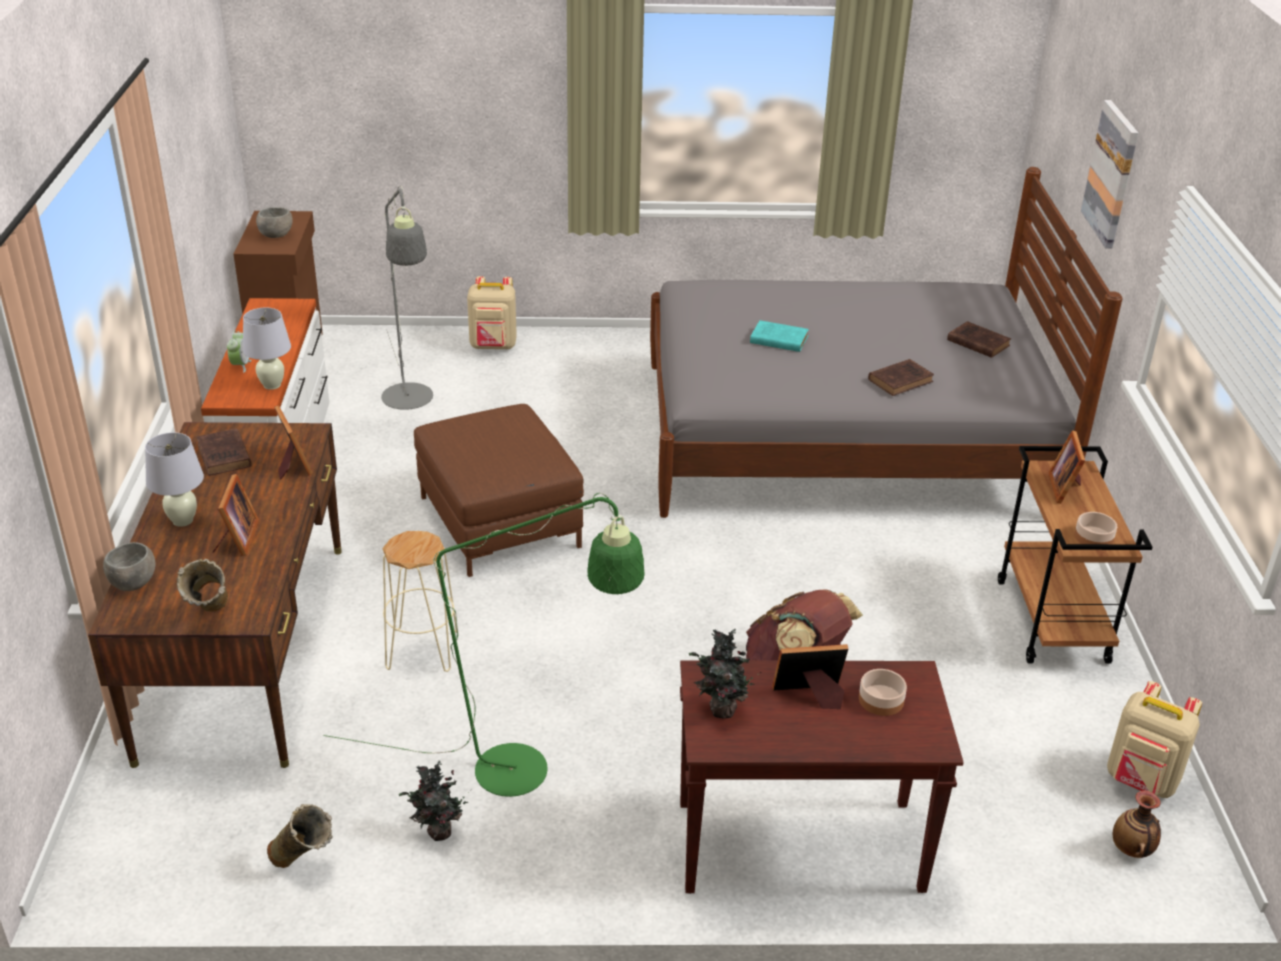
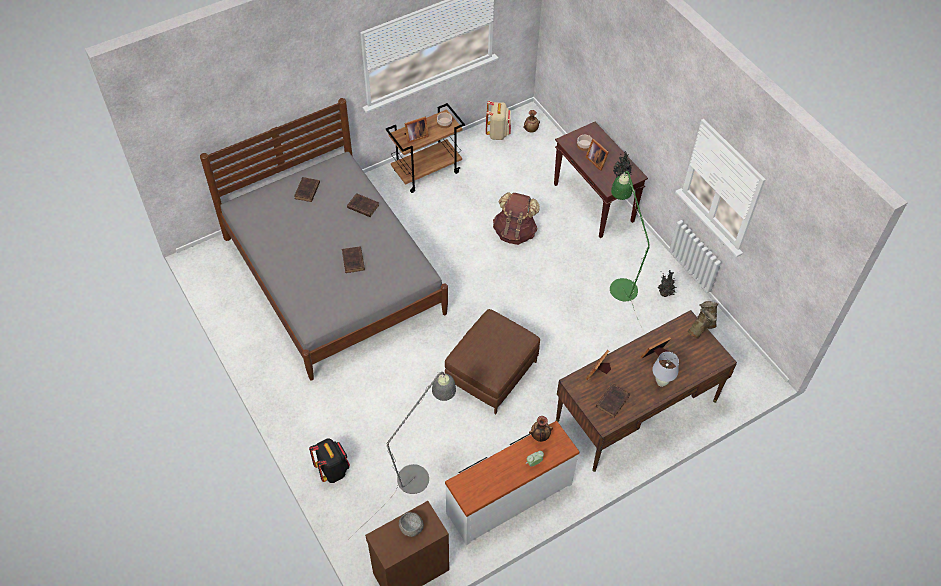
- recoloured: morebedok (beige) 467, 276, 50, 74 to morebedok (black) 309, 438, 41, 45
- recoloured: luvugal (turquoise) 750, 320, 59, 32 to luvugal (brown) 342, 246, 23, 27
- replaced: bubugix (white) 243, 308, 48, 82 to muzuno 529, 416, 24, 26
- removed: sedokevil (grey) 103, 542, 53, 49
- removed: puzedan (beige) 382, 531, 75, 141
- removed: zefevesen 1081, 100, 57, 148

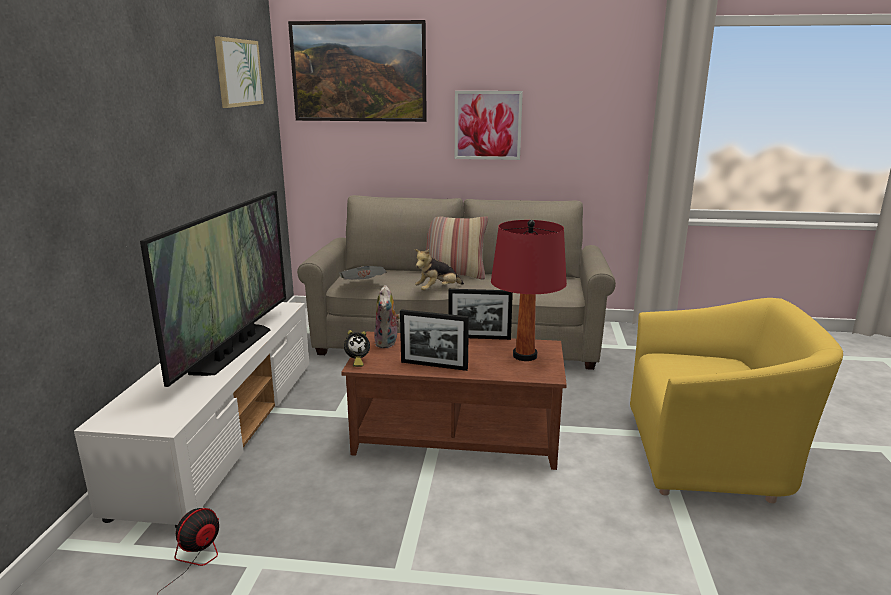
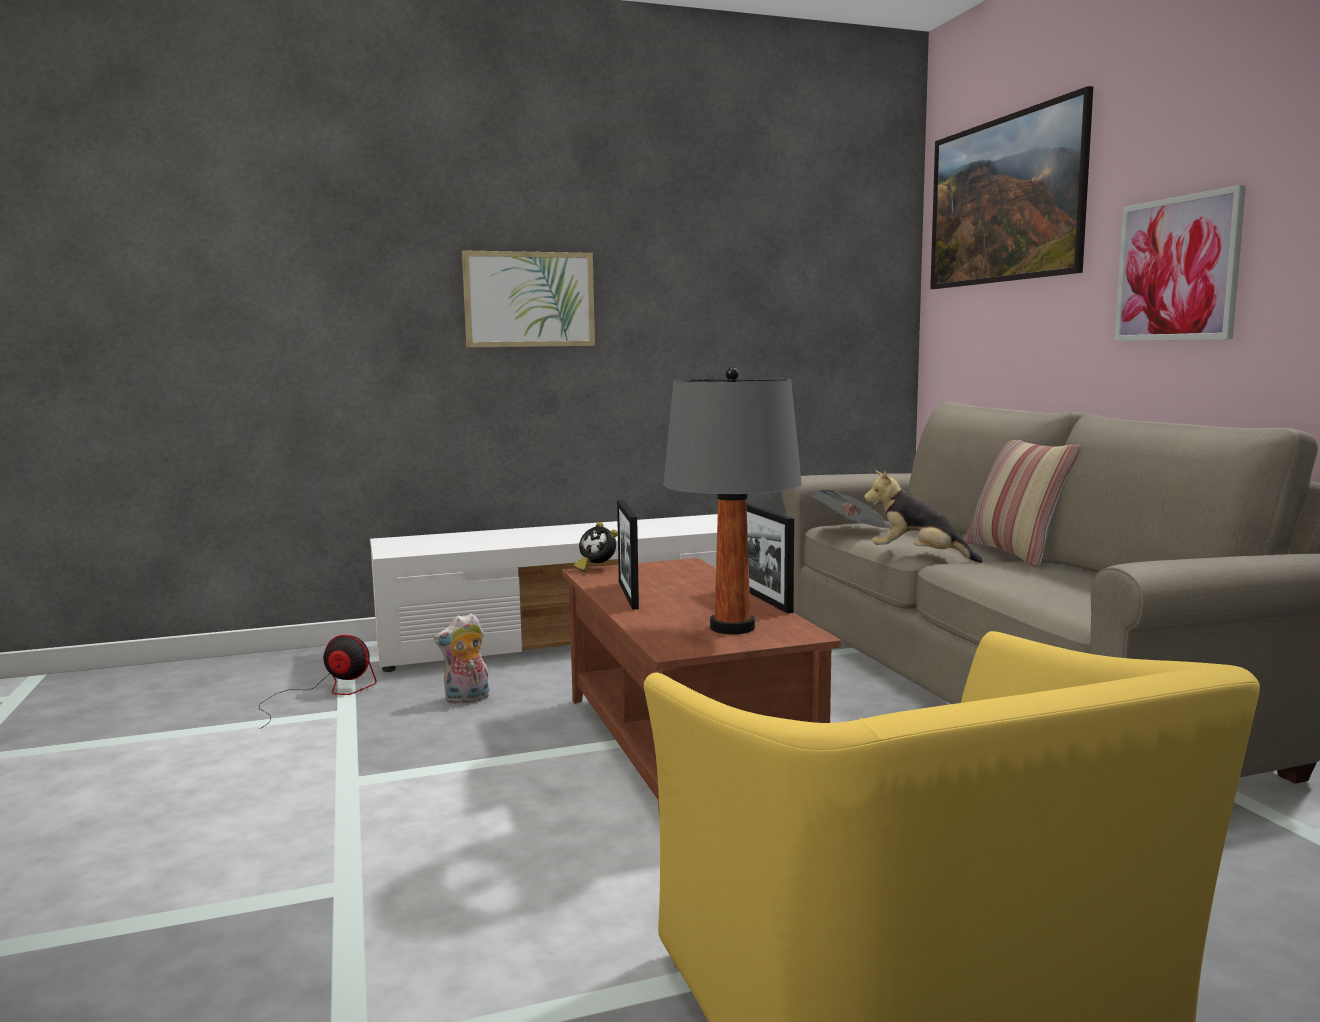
- moved: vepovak 374, 285, 26, 63 to 434, 613, 56, 91
- moved: zefevesen 214, 37, 50, 71 to 462, 250, 133, 98
- recoloured: bubugix (red) 491, 220, 76, 141 to bubugix (grey) 663, 367, 139, 267
- removed: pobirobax 140, 191, 146, 196

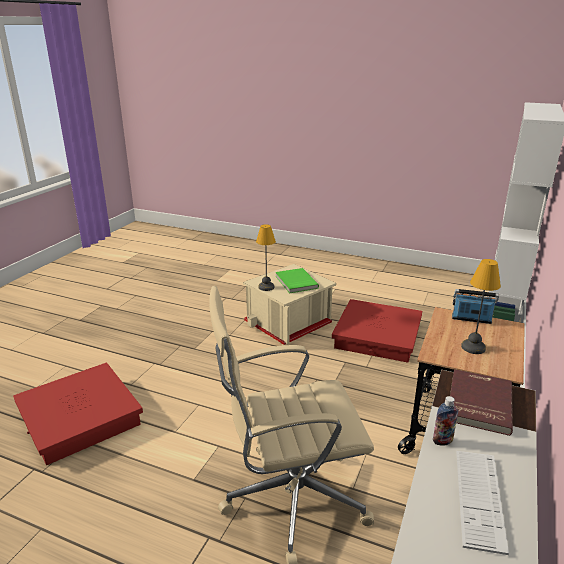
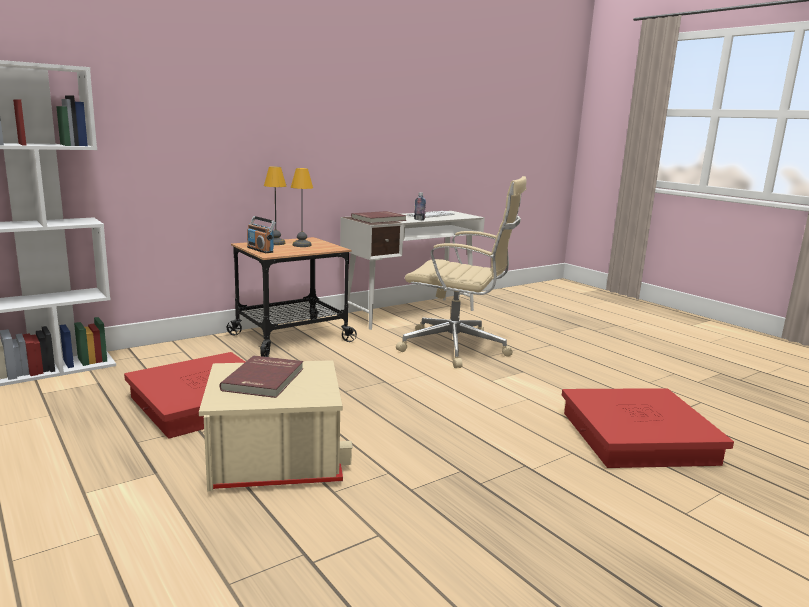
- recoloured: luvugal (green) 275, 268, 44, 25 to luvugal (red) 220, 355, 83, 43
- moved: bubugix 256, 224, 20, 67 to 264, 167, 23, 78

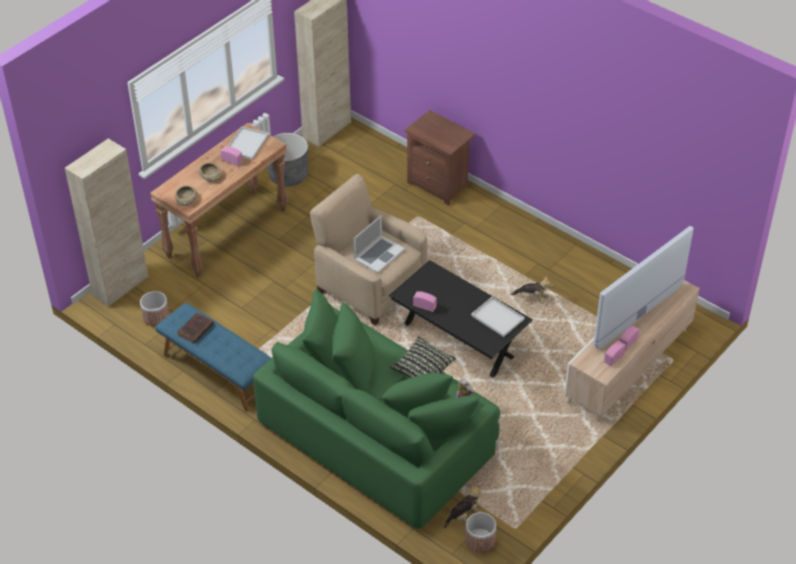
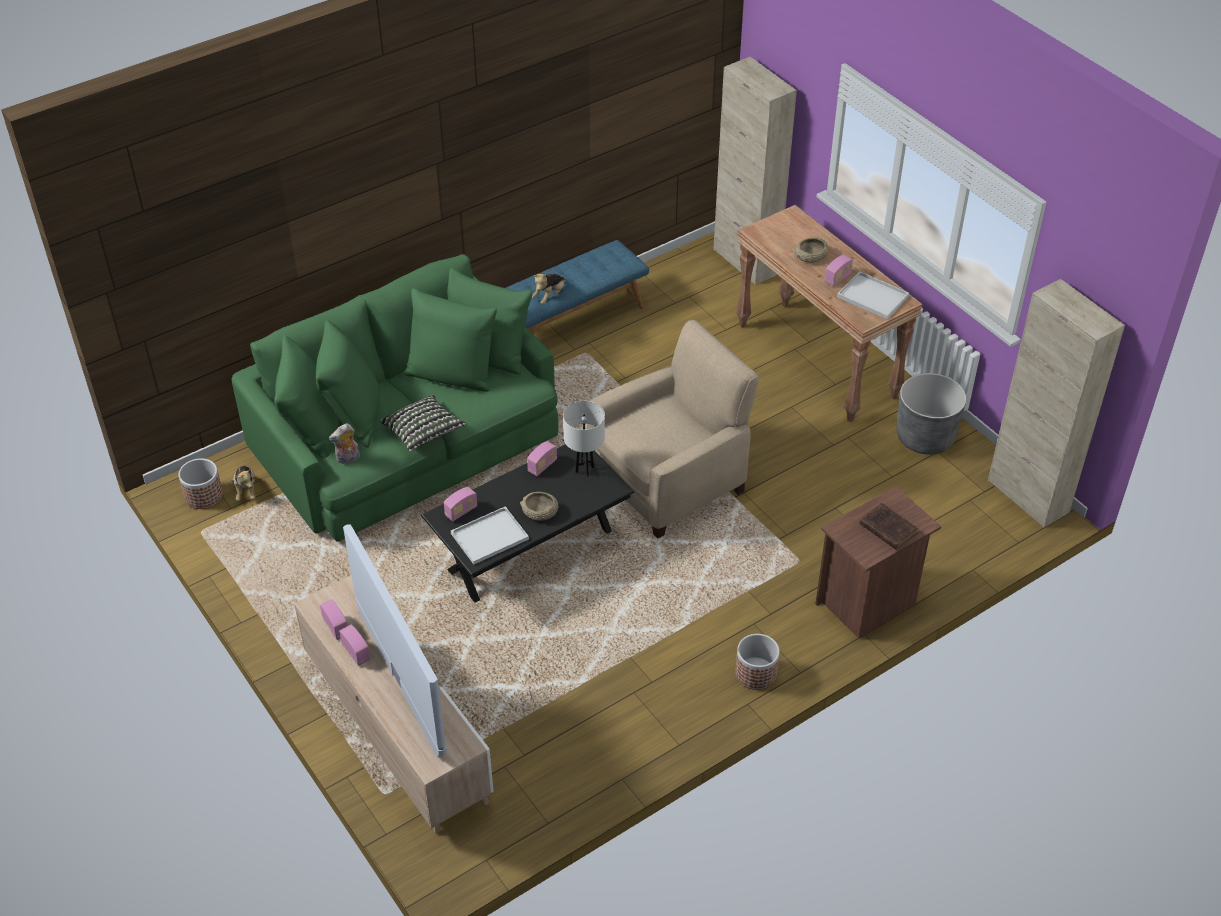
- added: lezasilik 444, 487, 33, 35
- moved: sedokevil (beige) 175, 186, 22, 20 to 520, 492, 39, 29
- moved: vepovak 511, 276, 42, 28 to 532, 274, 34, 30
- added: bubugix (white) 563, 401, 42, 76
- moved: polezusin 140, 291, 29, 36 to 735, 634, 45, 56
- moved: luvugal (brown) 177, 313, 37, 31 to 860, 503, 58, 47
- removed: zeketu 353, 215, 52, 58

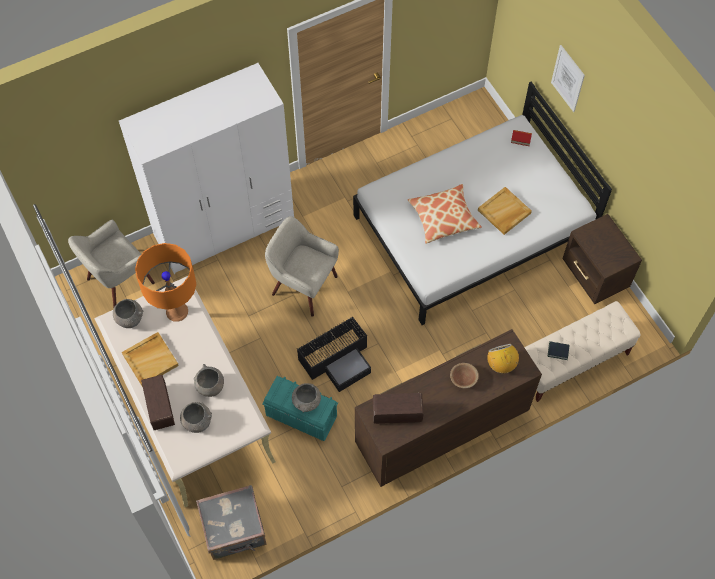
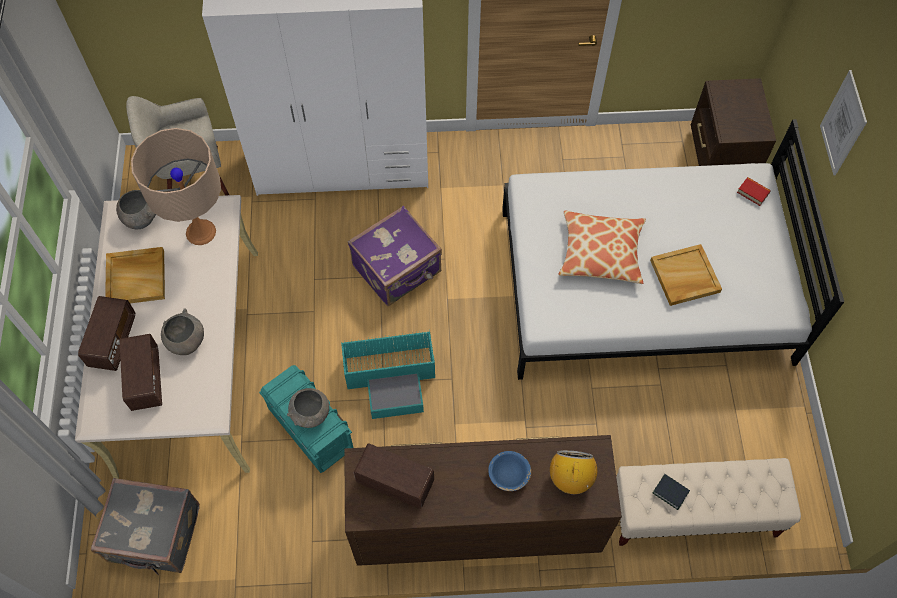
- replaced: sedokevil (grey) 180, 402, 32, 31 to lezasilik 120, 334, 42, 77
- recoloured: bubugix (orange) 135, 243, 61, 79 to bubugix (beige) 131, 128, 90, 117
- recoloured: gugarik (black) 297, 316, 74, 76 to gugarik (turquoise) 341, 330, 94, 89
- replaced: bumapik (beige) 265, 216, 74, 101 to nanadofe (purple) 348, 206, 94, 100
- recoloured: sedokevil (brown) 450, 363, 29, 25 to sedokevil (blue) 488, 451, 43, 40
- moved: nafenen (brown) 562, 214, 80, 90 to 691, 78, 85, 88

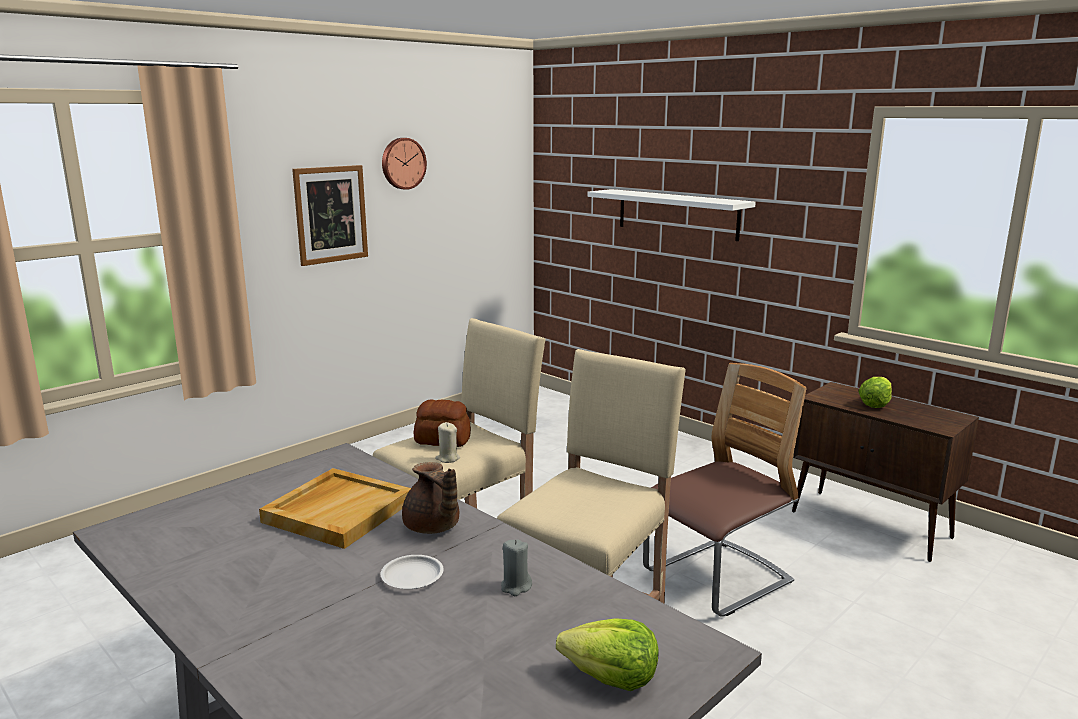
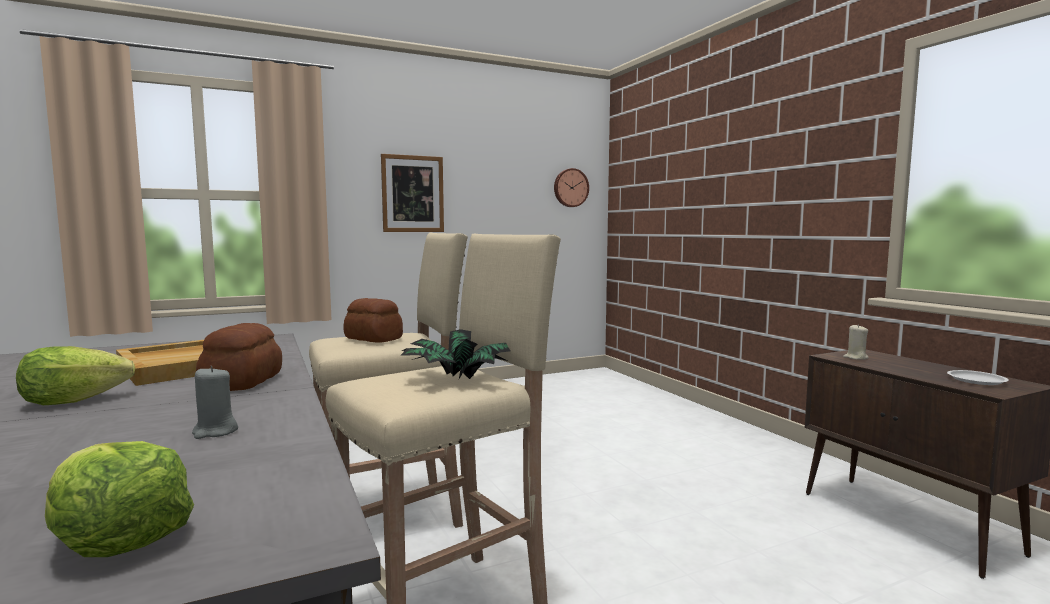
- moved: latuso 858, 377, 34, 31 to 16, 346, 119, 59
- replaced: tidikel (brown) 402, 462, 57, 72 to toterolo 196, 323, 86, 68
- added: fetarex 400, 329, 110, 50
- moved: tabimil 382, 138, 45, 52 to 554, 168, 35, 39
- moved: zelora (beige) 435, 422, 25, 41 to 843, 324, 25, 36
- moved: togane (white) 381, 555, 63, 34 to 947, 370, 62, 15
- removed: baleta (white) 587, 189, 169, 52
- removed: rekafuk 643, 363, 164, 254

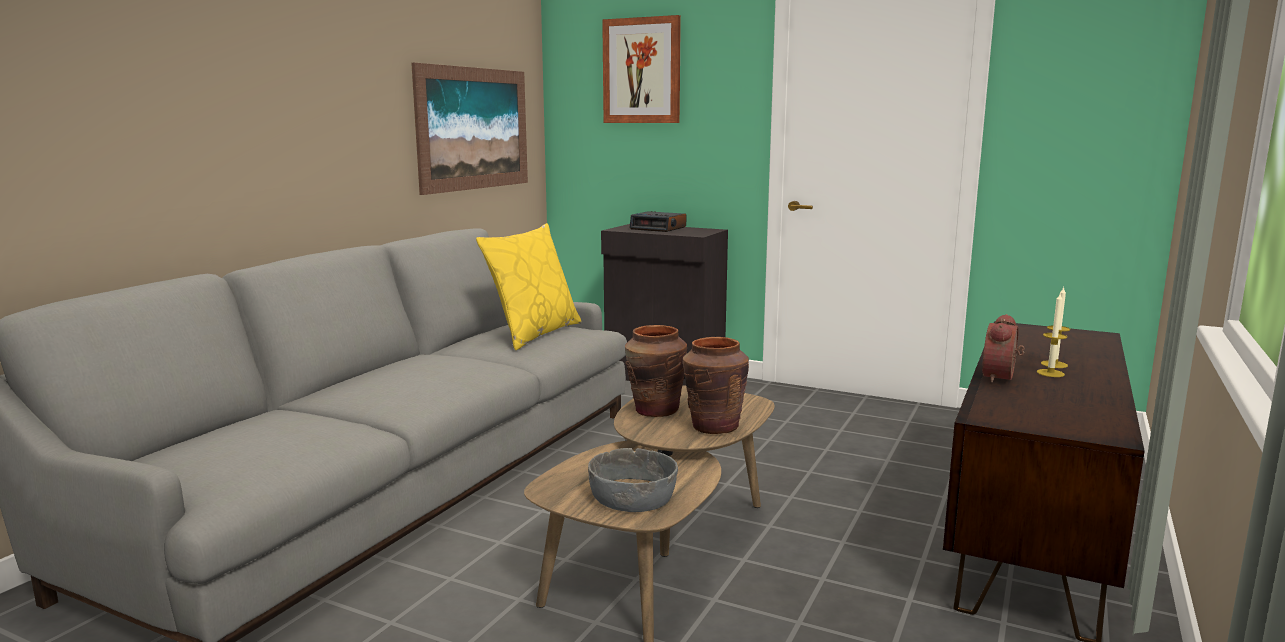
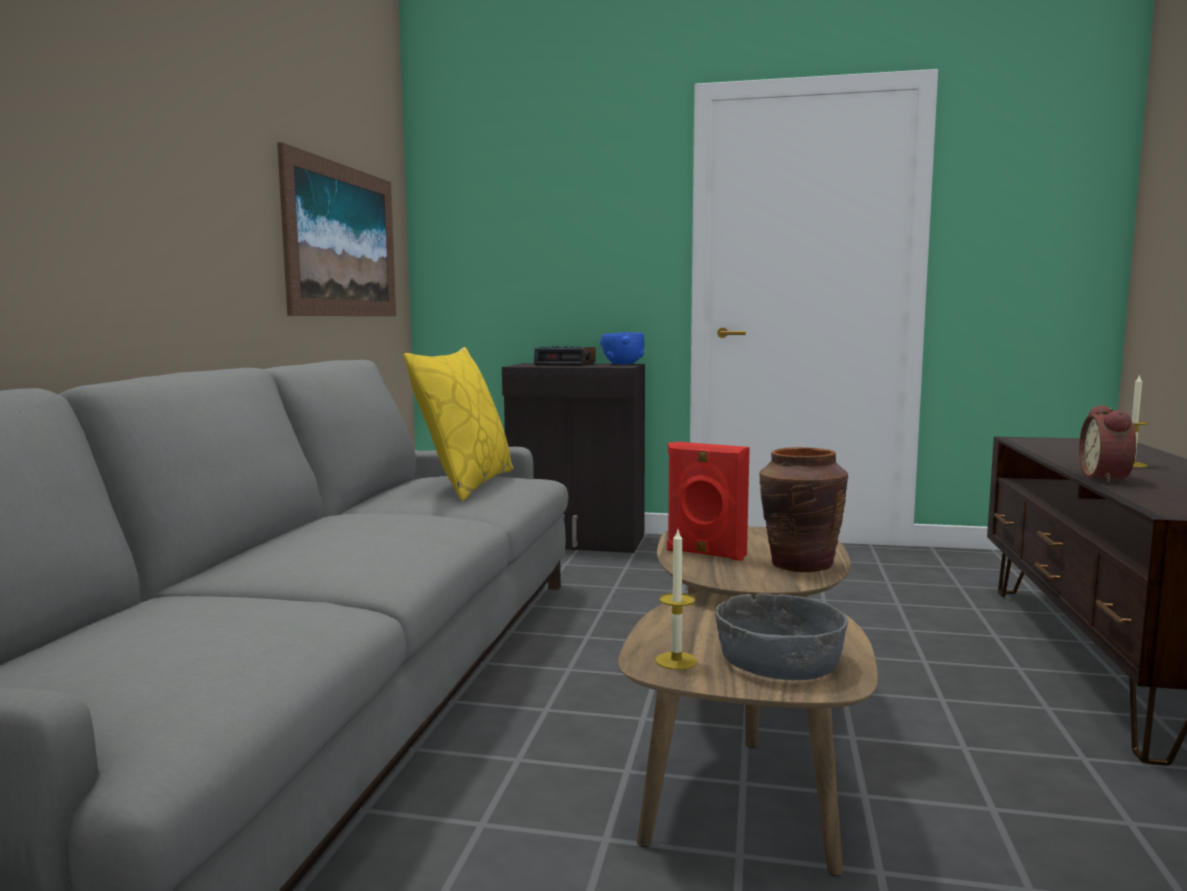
- added: sedokevil (blue) 600, 332, 45, 32
- moved: zelora 1037, 292, 30, 85 to 656, 530, 41, 140
- replaced: muzuno (brown) 625, 325, 62, 92 to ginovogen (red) 667, 442, 83, 119
- removed: zefevesen 602, 15, 79, 108

